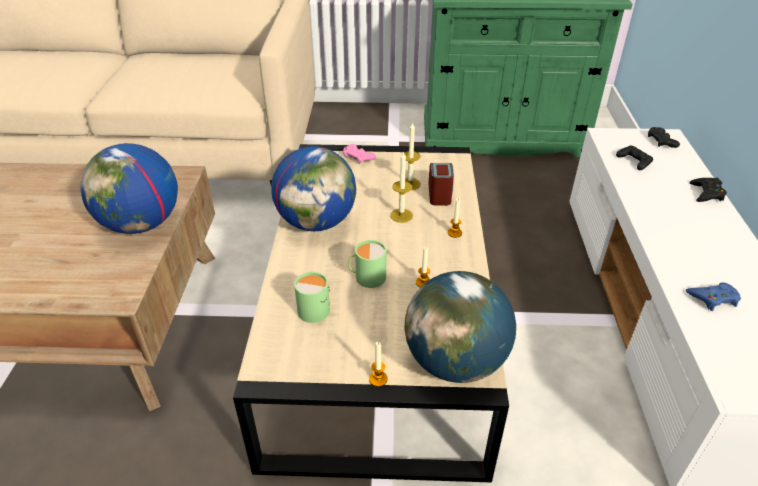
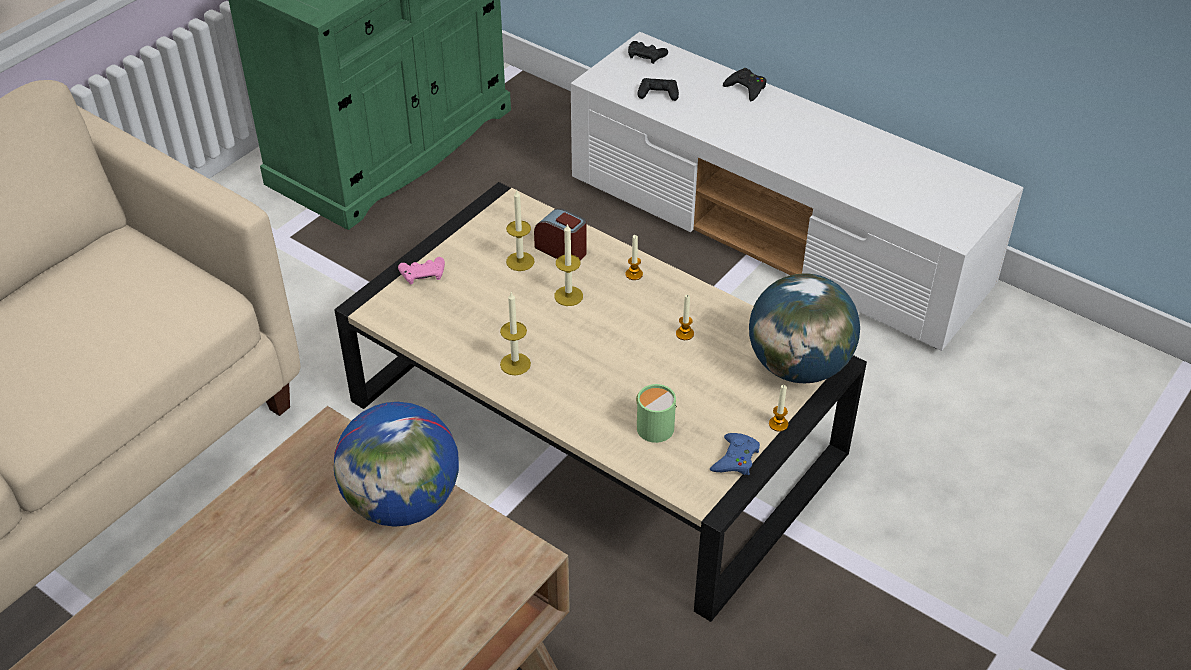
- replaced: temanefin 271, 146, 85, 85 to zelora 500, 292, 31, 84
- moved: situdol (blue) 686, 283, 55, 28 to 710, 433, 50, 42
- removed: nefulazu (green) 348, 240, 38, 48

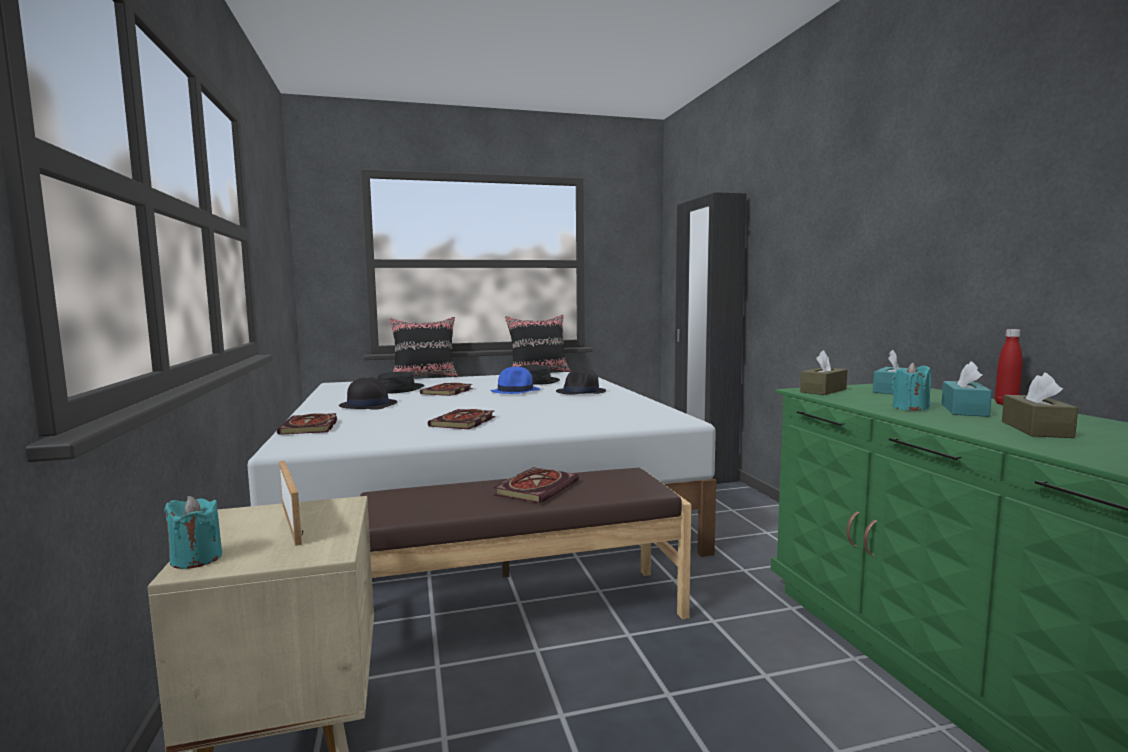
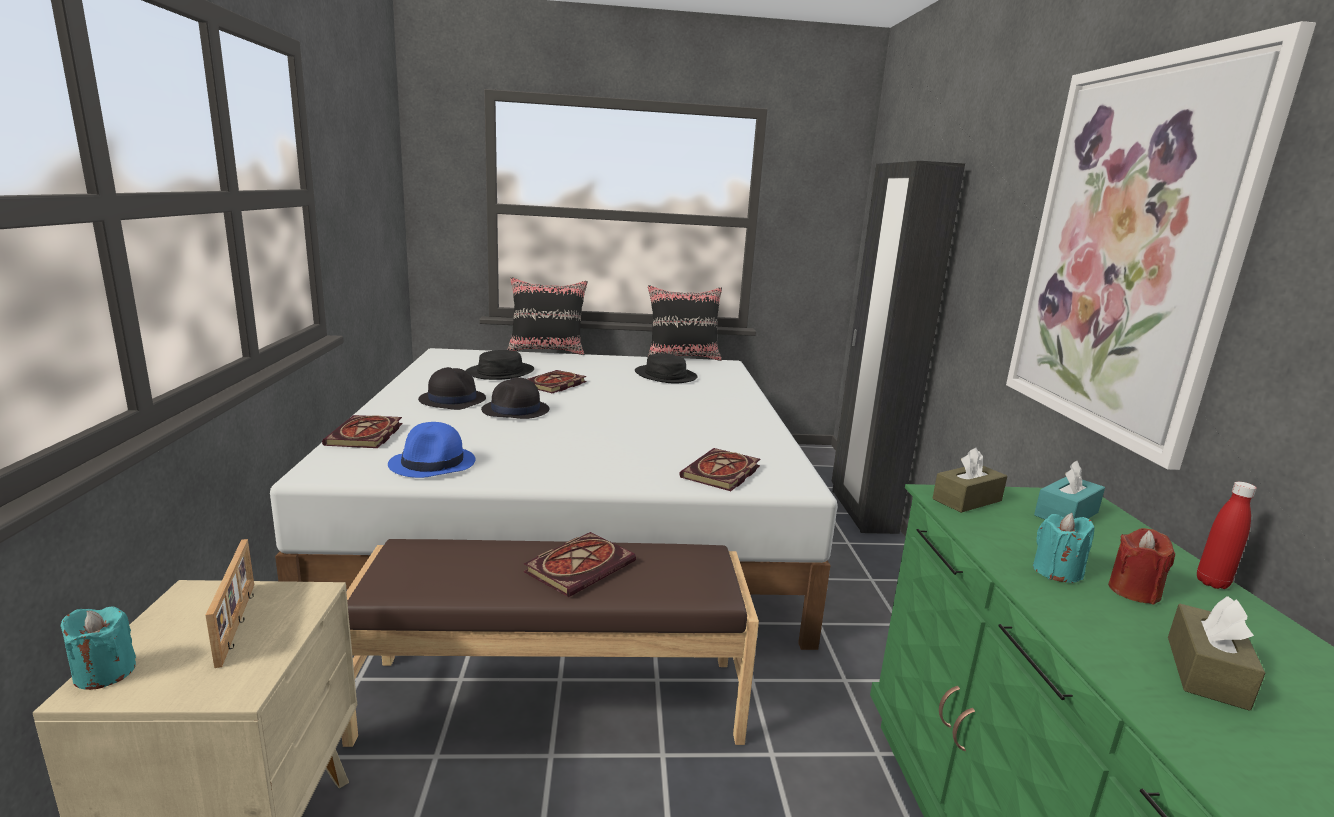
- moved: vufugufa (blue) 491, 367, 49, 27 to 388, 422, 87, 56
- moved: vufugufa (black) 556, 367, 50, 28 to 481, 377, 69, 42
- moved: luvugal 428, 409, 67, 20 to 679, 448, 82, 43
- added: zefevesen 1006, 21, 310, 449
- replaced: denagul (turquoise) 941, 361, 51, 56 to zelora (red) 1108, 528, 67, 77

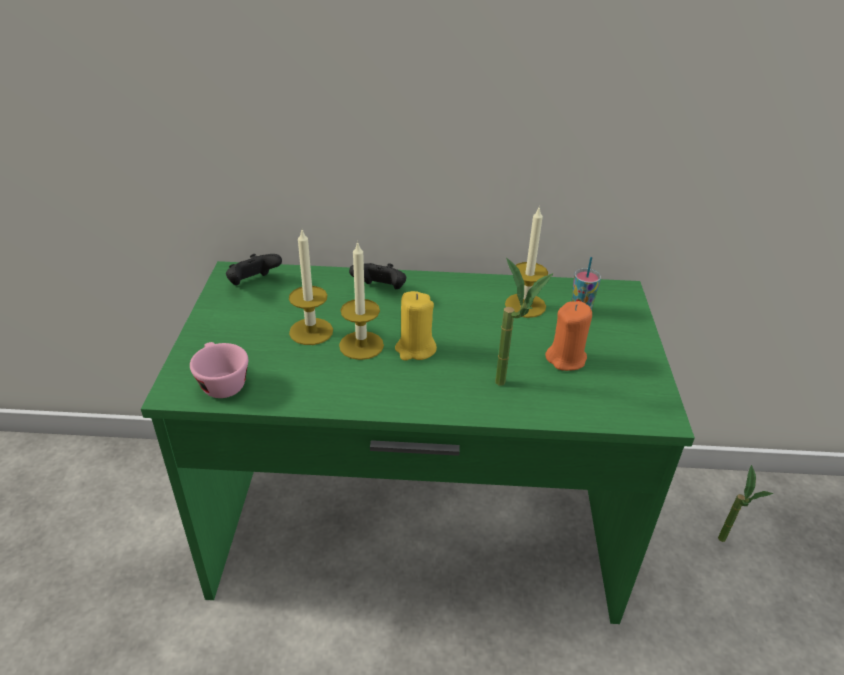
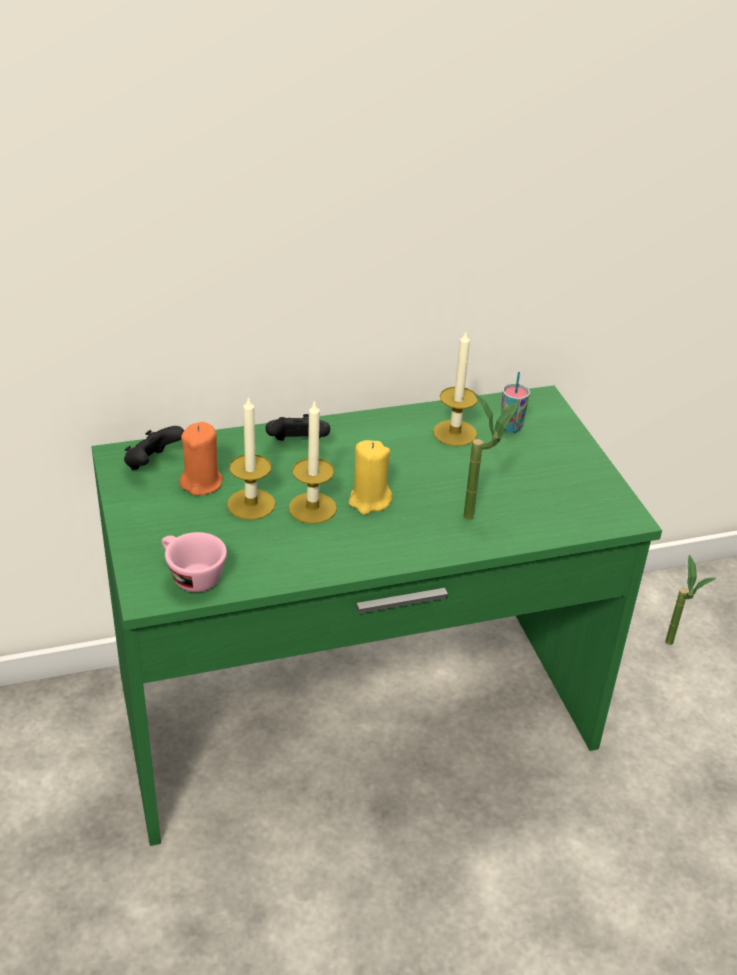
- moved: zelora (orange) 545, 301, 47, 70 to 179, 422, 44, 74

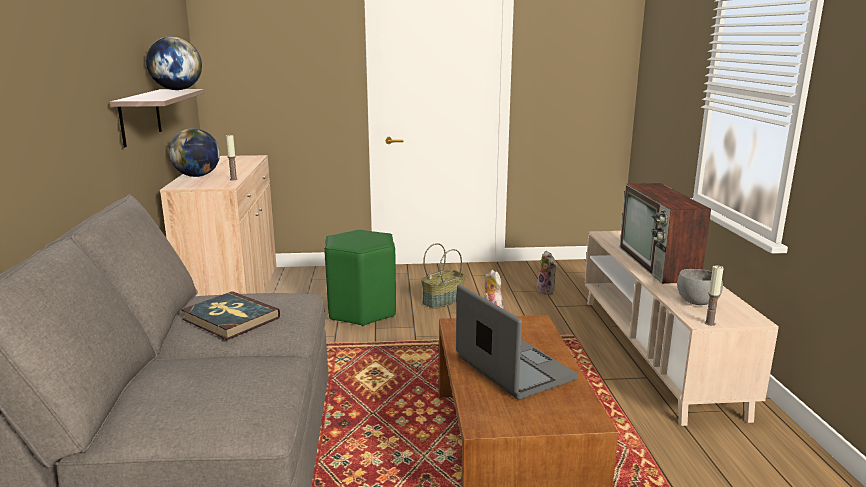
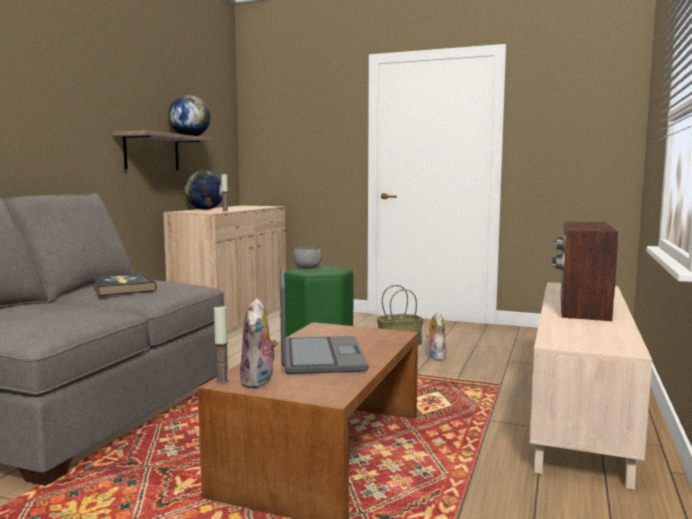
- moved: zelora 704, 265, 20, 61 to 214, 306, 15, 78
- moved: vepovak 537, 251, 20, 44 to 240, 298, 38, 90
- moved: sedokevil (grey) 677, 269, 46, 36 to 293, 247, 29, 22

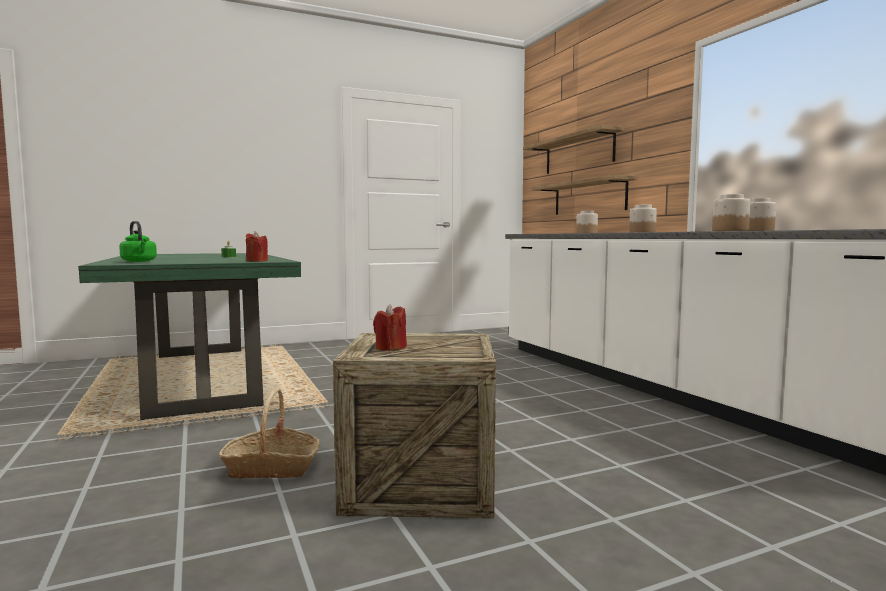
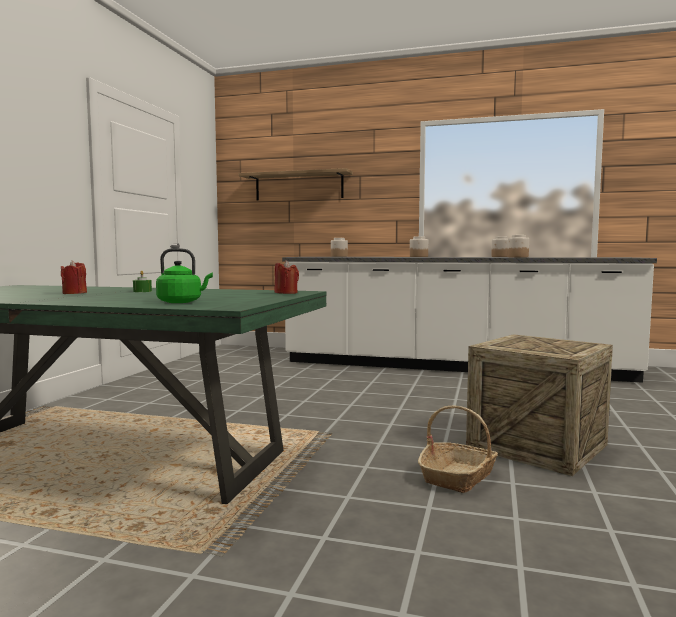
- moved: zelora (red) 373, 305, 34, 46 to 61, 260, 26, 34
- removed: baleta 531, 175, 106, 40

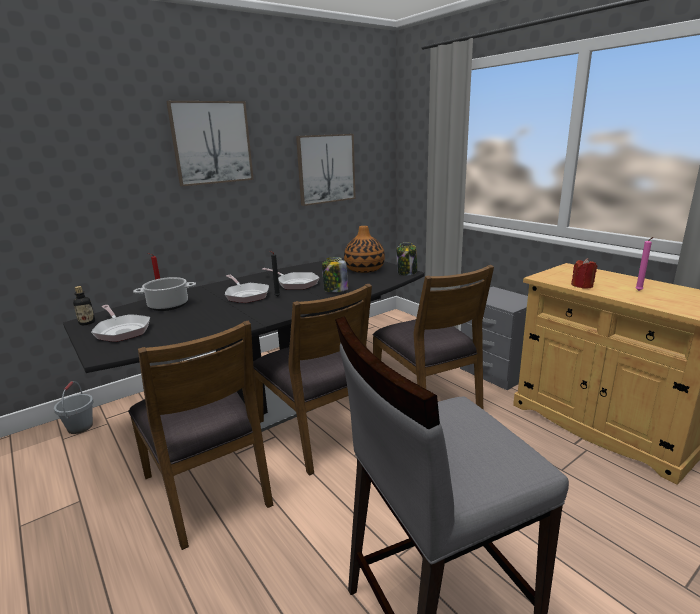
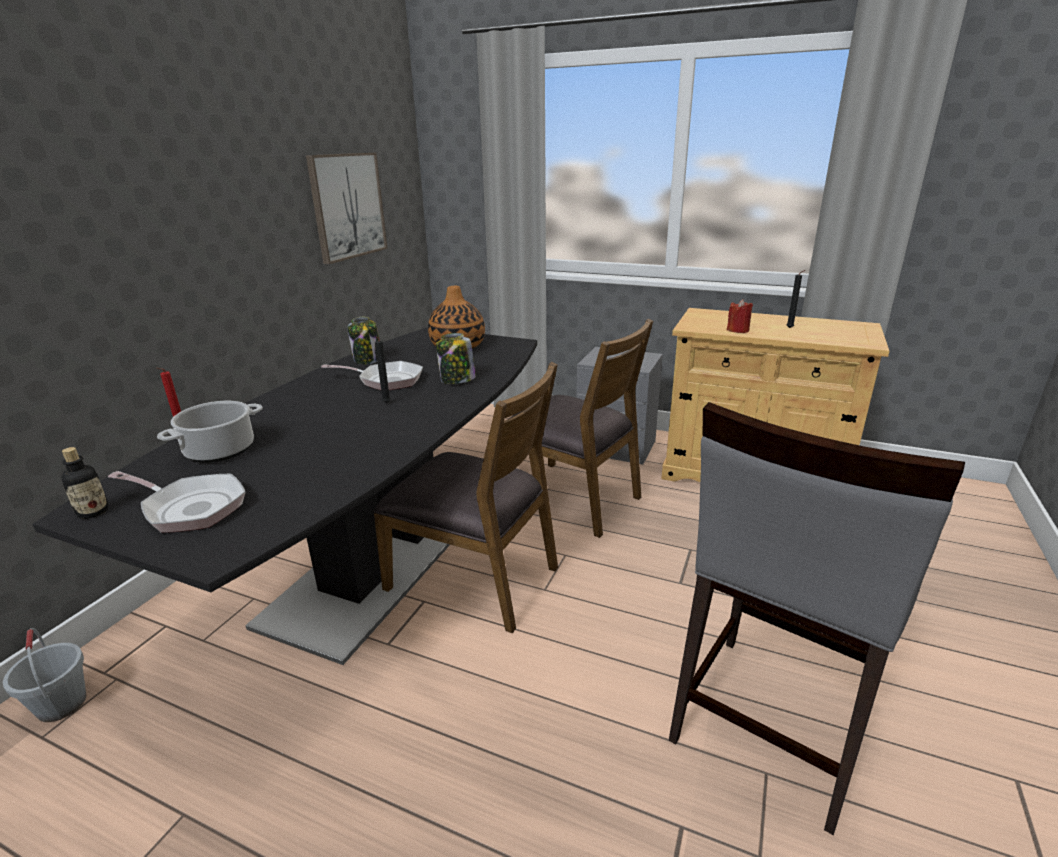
- moved: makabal 396, 242, 21, 34 to 348, 317, 31, 47
- recoloured: zelora (pink) 635, 237, 18, 54 to zelora (black) 787, 270, 18, 58
- removed: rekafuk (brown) 128, 321, 145, 229
- removed: zefevesen 166, 101, 88, 85
- removed: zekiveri 225, 275, 44, 28

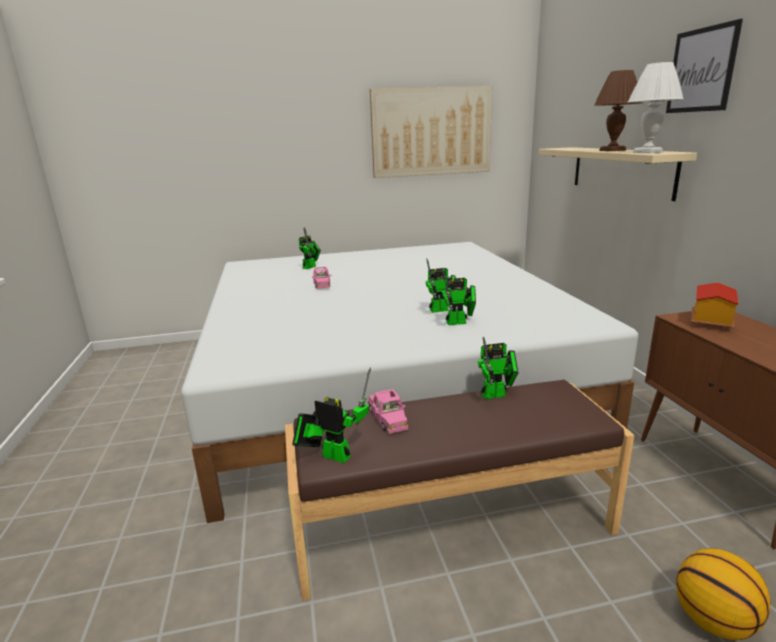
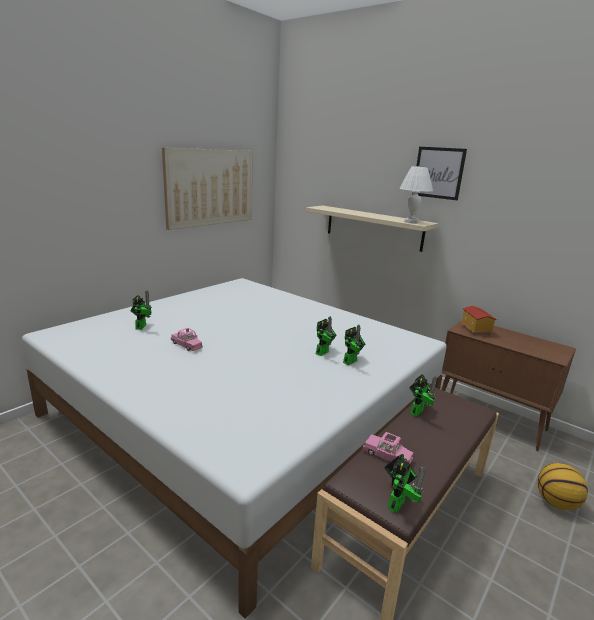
- turned: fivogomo 292, 367, 79, 96 = 384, 454, 42, 59 135 degrees clockwise
- removed: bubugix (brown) 594, 70, 49, 81

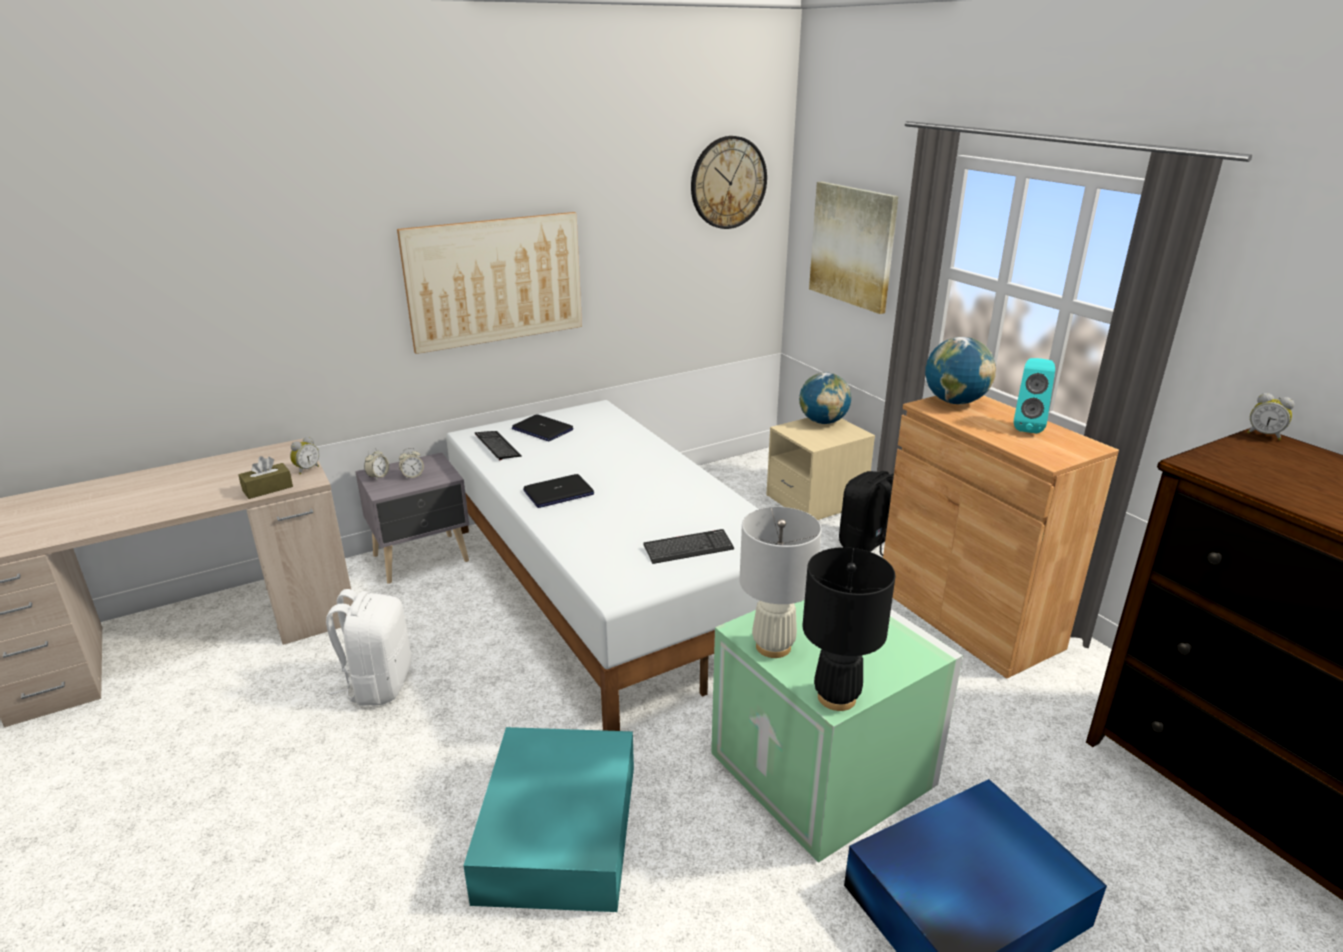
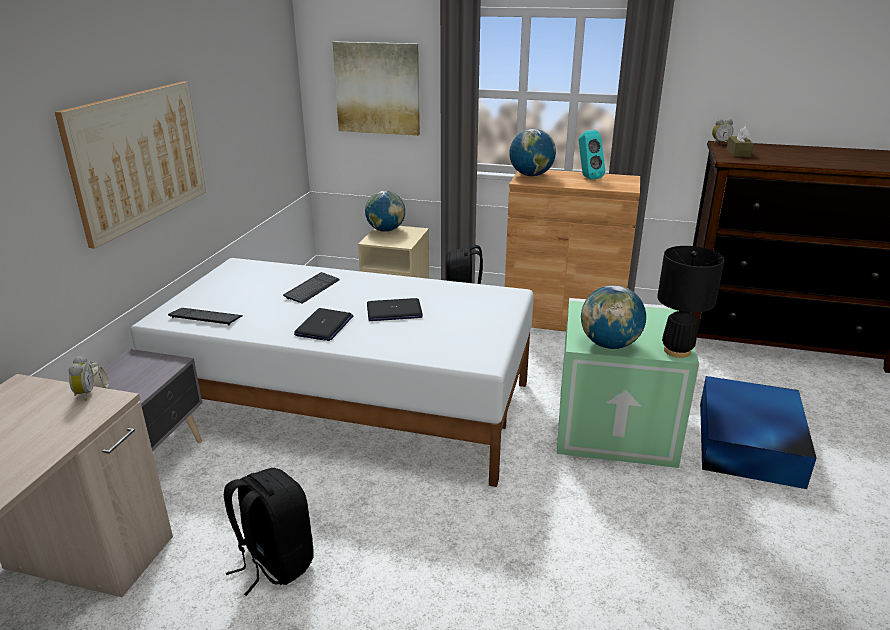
- recoloured: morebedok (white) 326, 589, 86, 117 to morebedok (black) 224, 468, 90, 128
- moved: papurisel 643, 529, 91, 35 to 283, 272, 57, 32
- moved: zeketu 512, 414, 62, 27 to 367, 298, 56, 23
- replaced: bubugix (white) 739, 507, 83, 151 to temanefin 581, 285, 65, 64
- moved: denagul (brown) 239, 456, 54, 43 to 727, 127, 27, 30
- removed: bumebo 399, 448, 25, 31
- removed: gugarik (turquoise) 463, 727, 171, 185
- removed: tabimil 691, 136, 76, 93

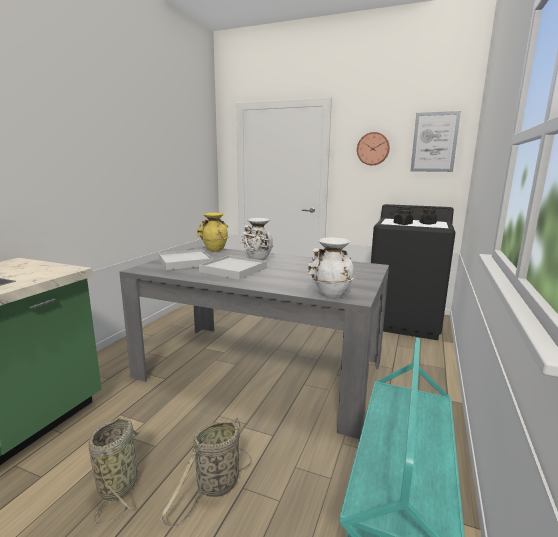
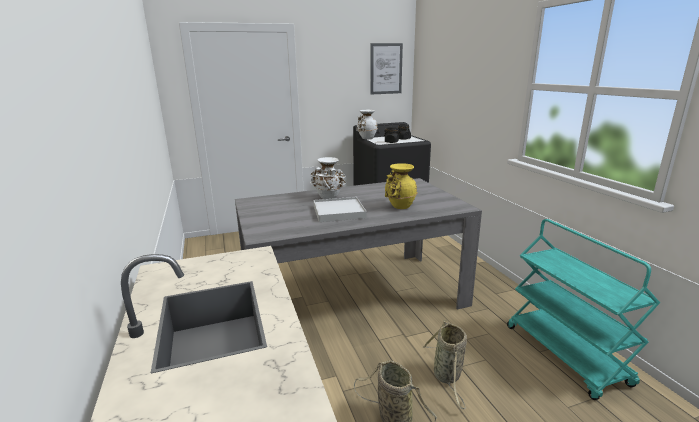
- moved: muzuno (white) 307, 237, 48, 61 to 356, 110, 22, 29
- moved: muzuno (yellow) 197, 212, 31, 39 to 385, 163, 33, 46
- removed: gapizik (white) 159, 249, 54, 21
- removed: tabimil 357, 132, 33, 33

